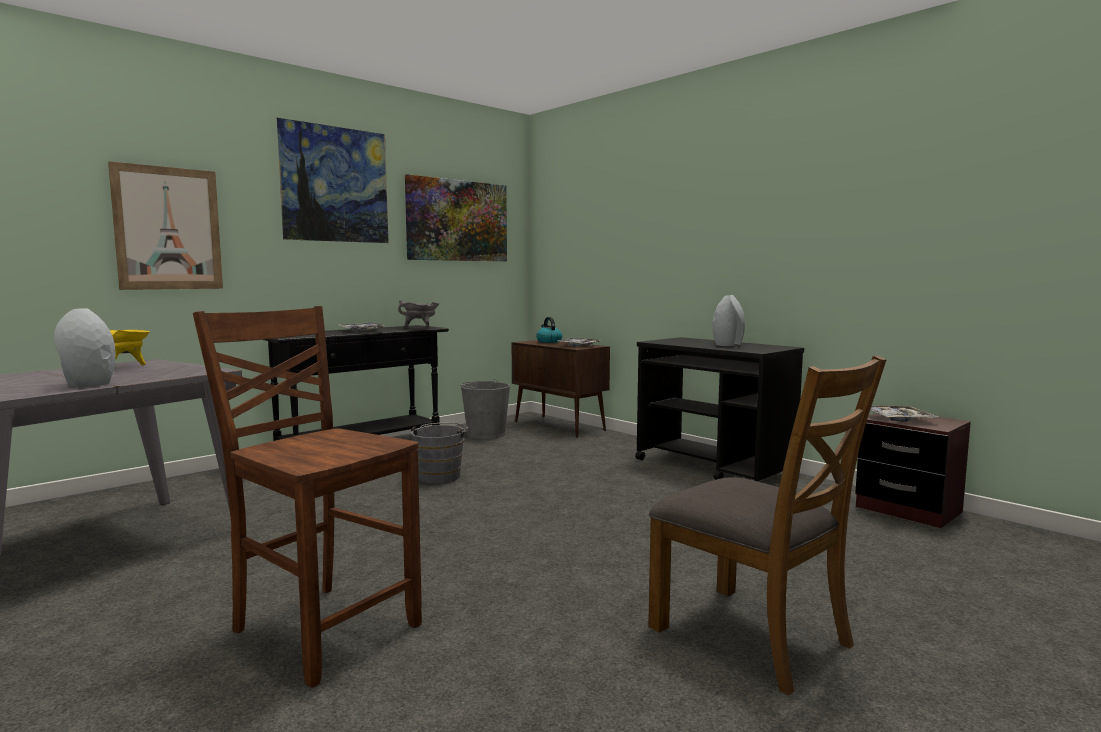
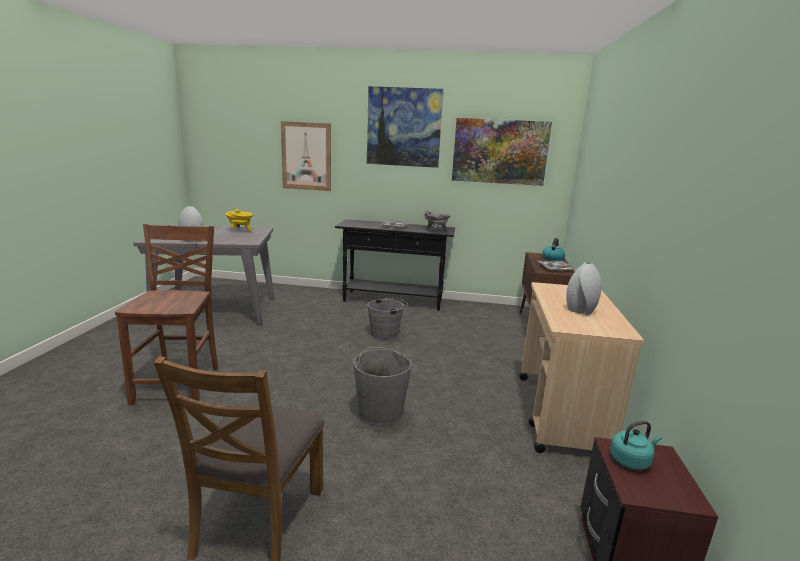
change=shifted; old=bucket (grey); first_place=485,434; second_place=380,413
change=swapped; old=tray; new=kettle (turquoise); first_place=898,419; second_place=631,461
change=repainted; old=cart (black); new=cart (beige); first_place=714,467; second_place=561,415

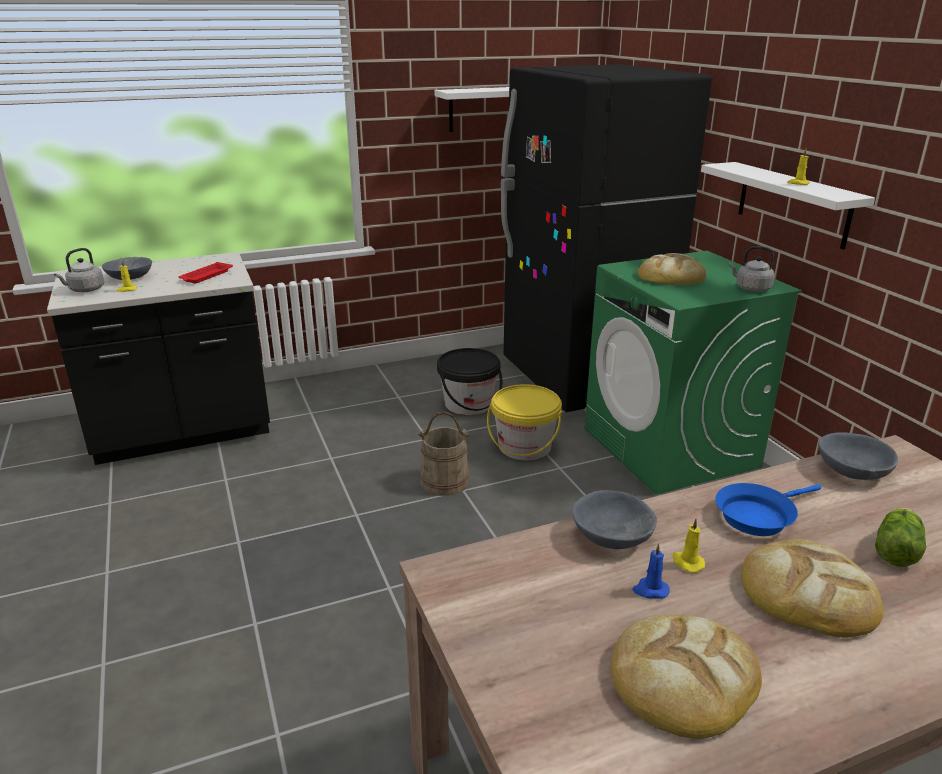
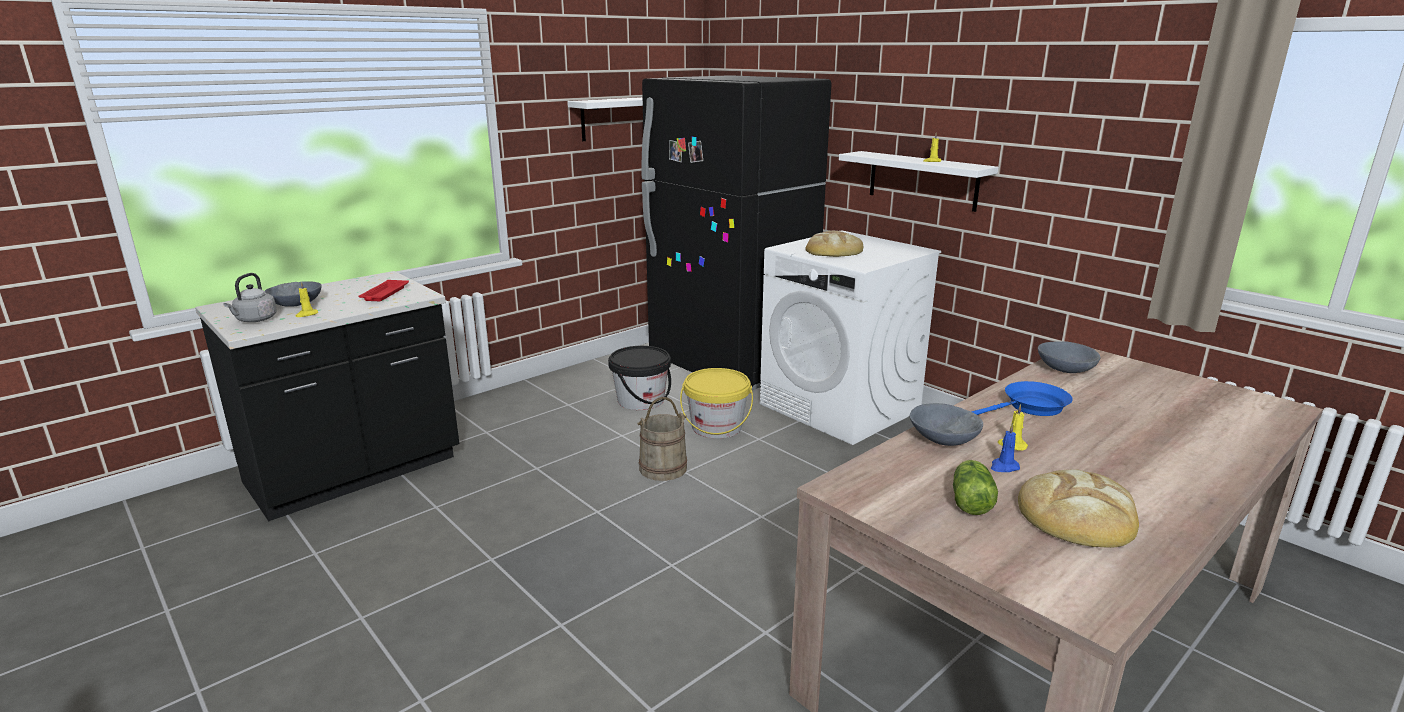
change=gone; old=kettle (grey); first_place=750,289
change=gone; old=bread; first_place=807,593
change=shifted; old=lettuce; first_place=896,549; second_place=970,500
change=repainted; old=washing machine (green); new=washing machine (white); first_place=670,448; second_place=840,407
change=rotated; old=frying pan (blue); first_place=758,515; second_place=1031,407; degrees=-150

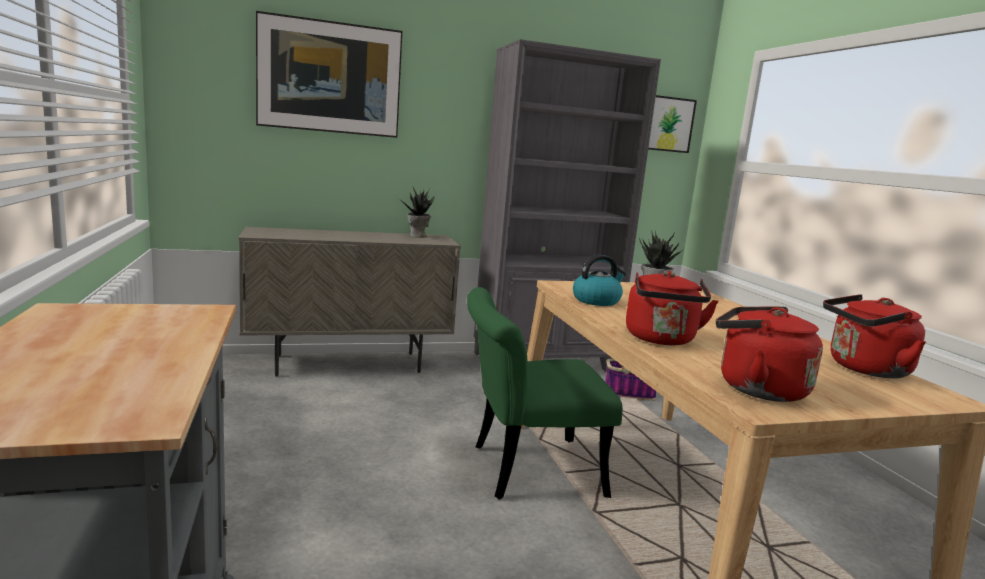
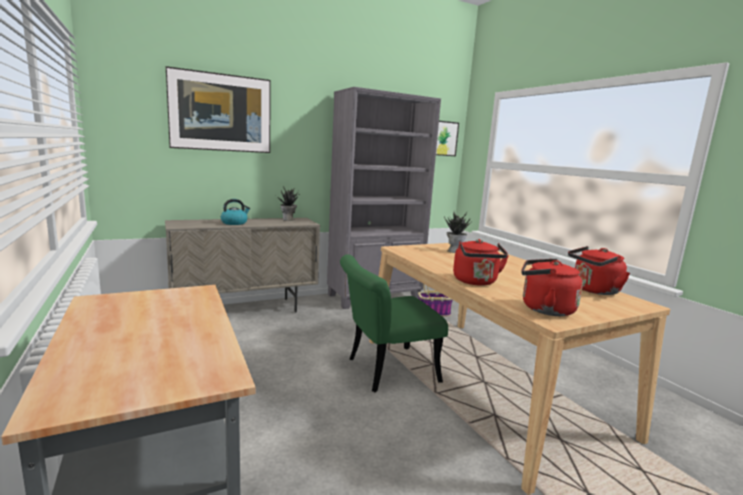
change=shifted; old=kettle; first_place=596,300; second_place=234,223

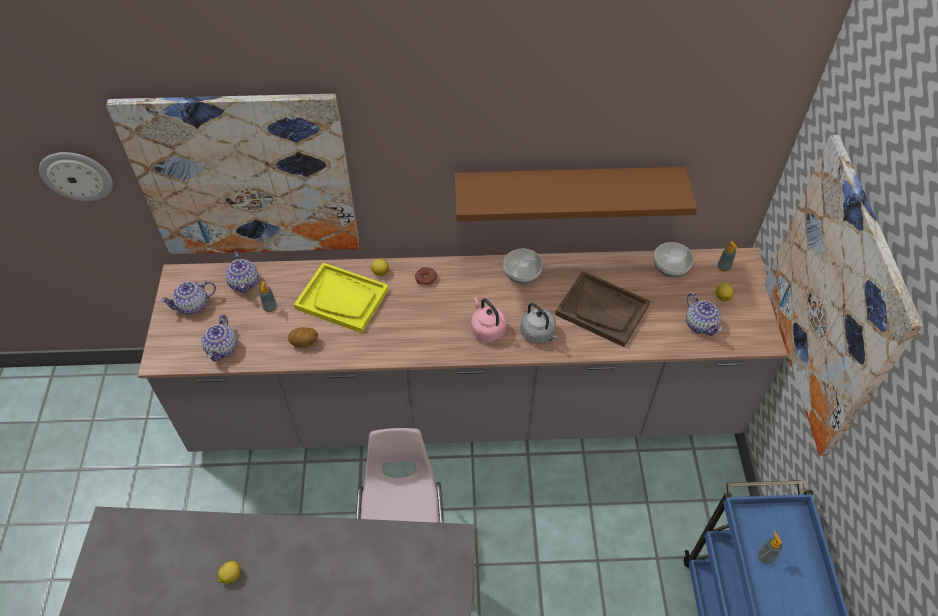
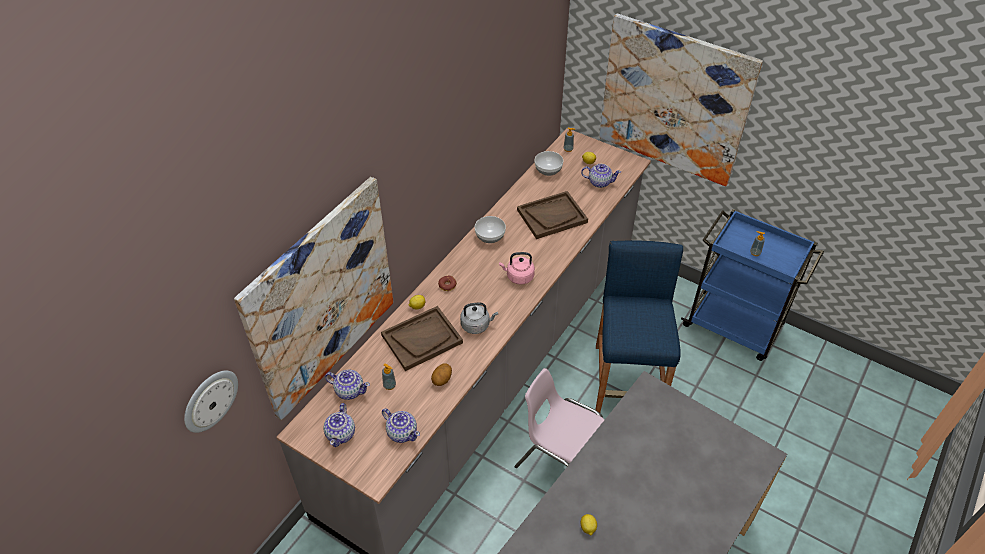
change=gone; old=shelf (brown); first_place=568,188
change=new; new=stool (blue); second_place=627,379
change=shifted; old=kettle (grey); first_place=539,334; second_place=477,325
change=repainted; old=tray (yellow); new=tray (brown); first_place=342,299; second_place=422,339

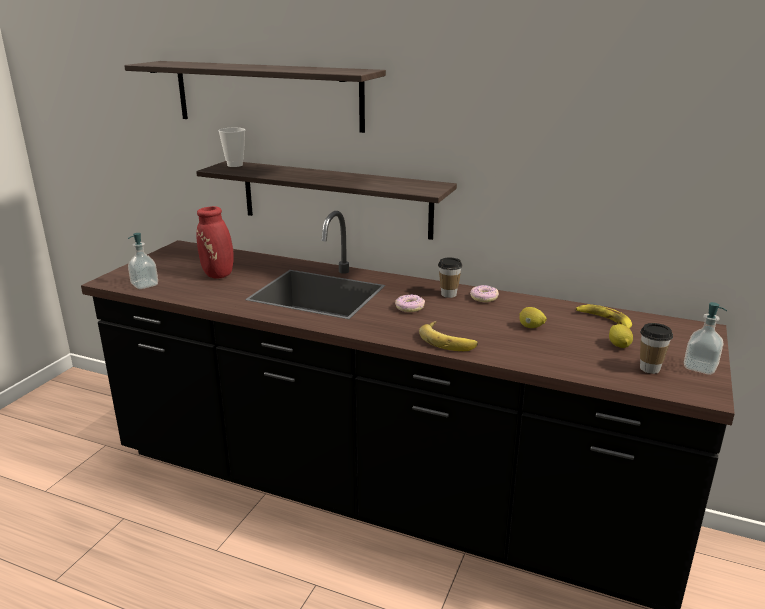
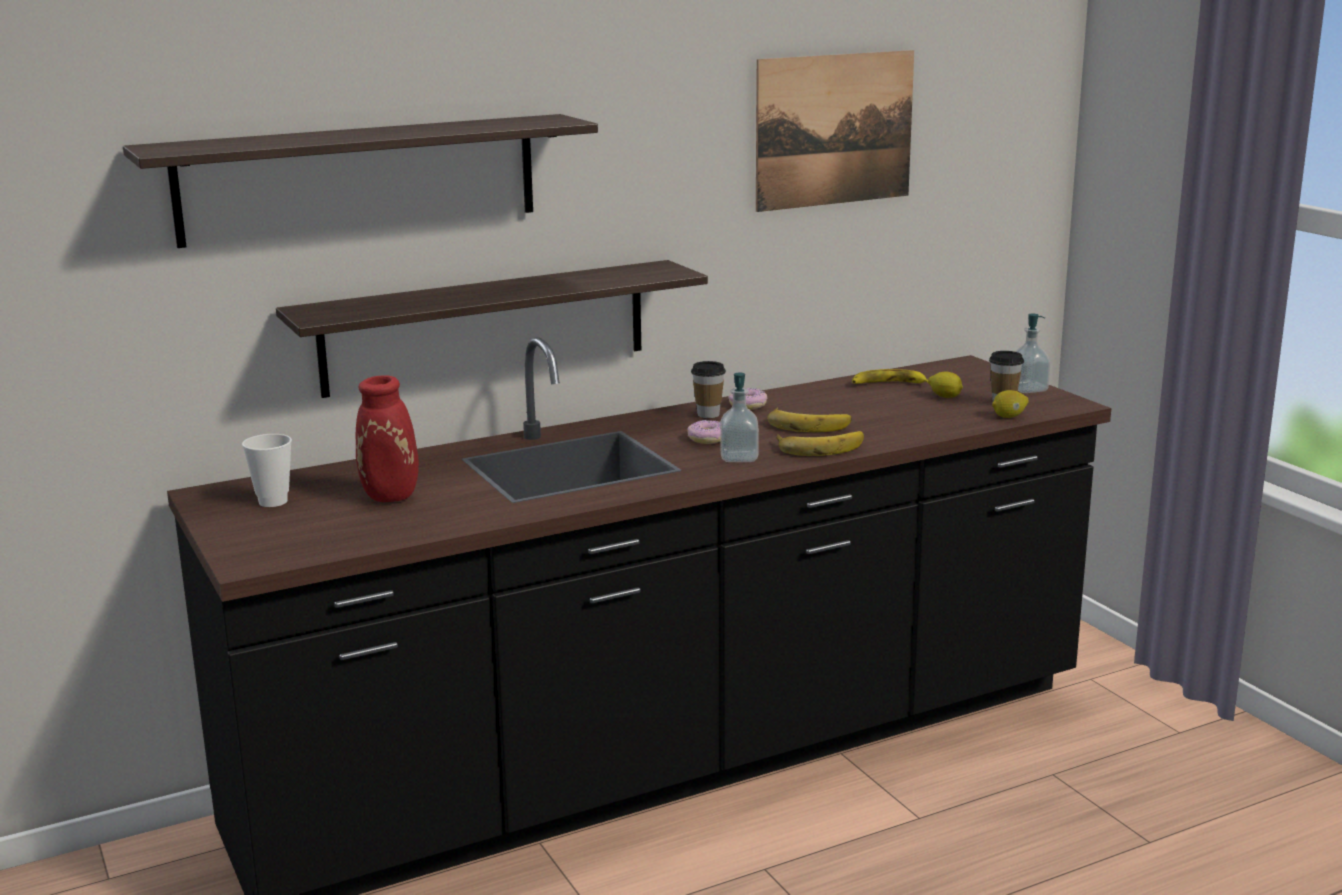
change=new; new=picture; second_place=834,130
change=new; new=banana; second_place=808,424
change=shifted; old=soap dispenser; first_place=145,285; second_place=739,458
change=shifted; old=cup; first_place=235,165; second_place=273,502
change=shifted; old=lemon; first_place=531,327; second_place=1009,417

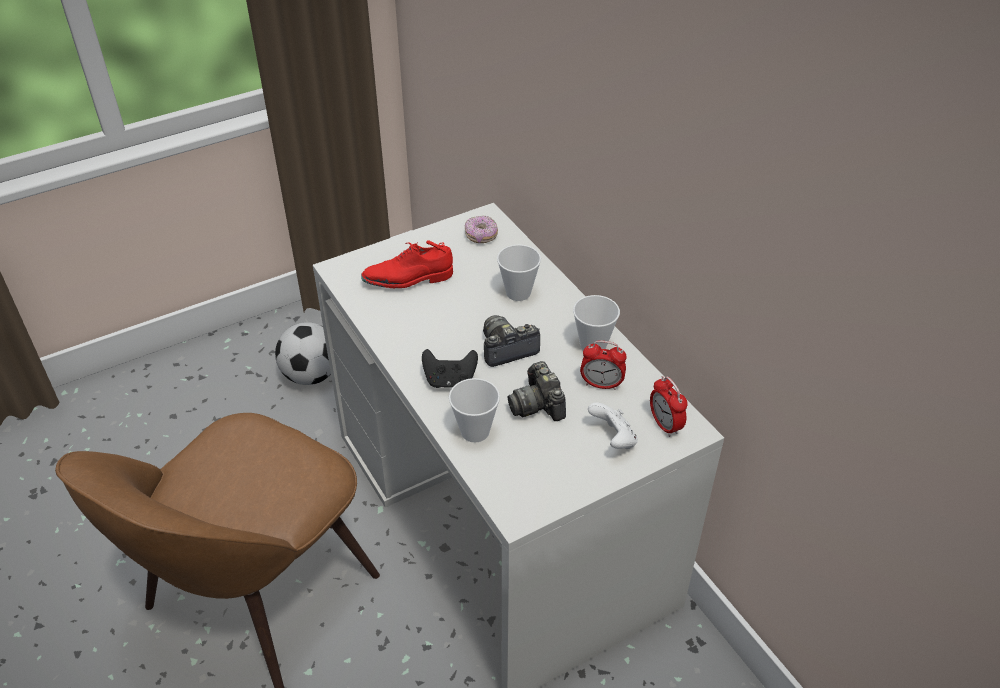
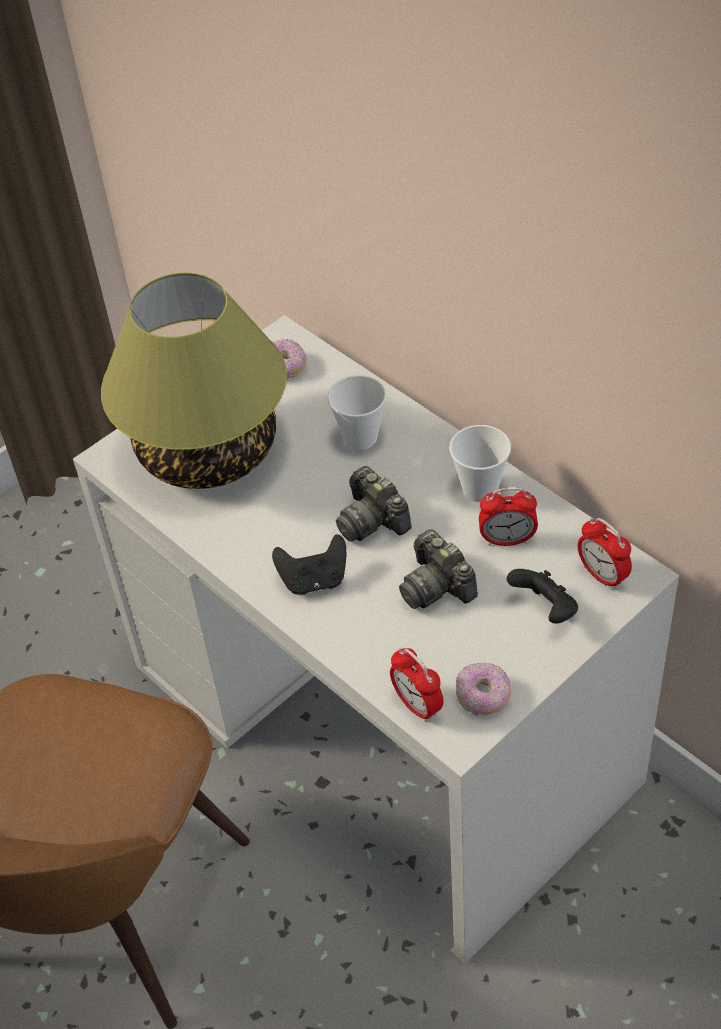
change=gone; old=football; first_place=311,375
change=gone; old=cup; first_place=475,431
change=new; new=alarm clock; second_place=417,705
change=new; new=donut; second_place=483,696
change=swapped; old=shoe (red); new=table lamp; first_place=408,279; second_place=209,451
change=repainted; old=game controller (white); new=game controller (black); first_place=613,439; second_place=545,609
change=rotated; old=photo camera; first_place=507,349; second_place=372,520; degrees=-90

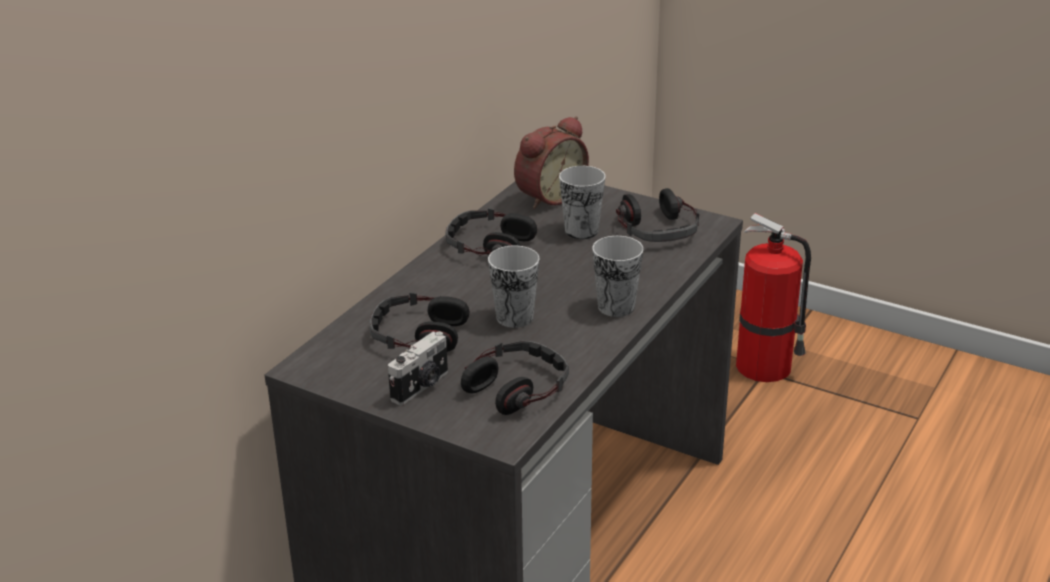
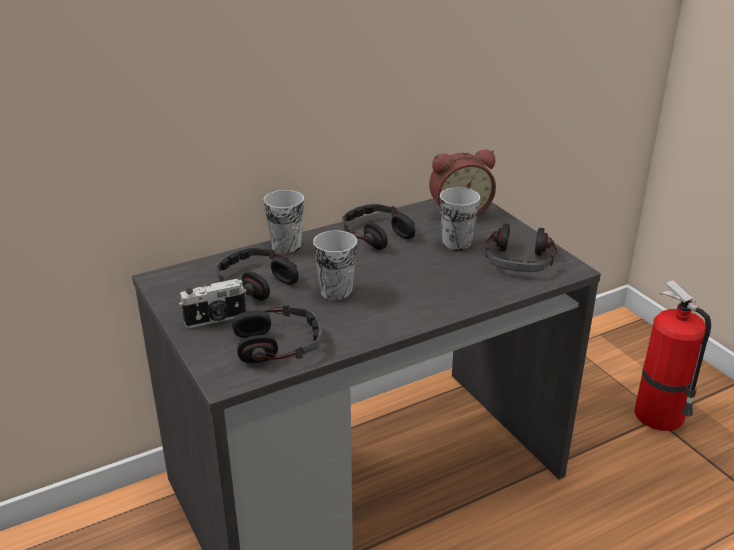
change=shifted; old=cup; first_place=616,307; second_place=286,246

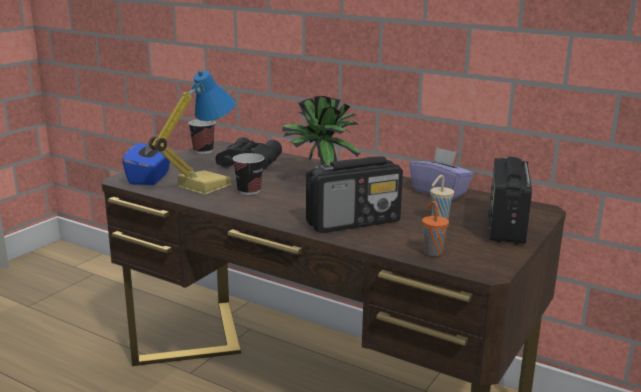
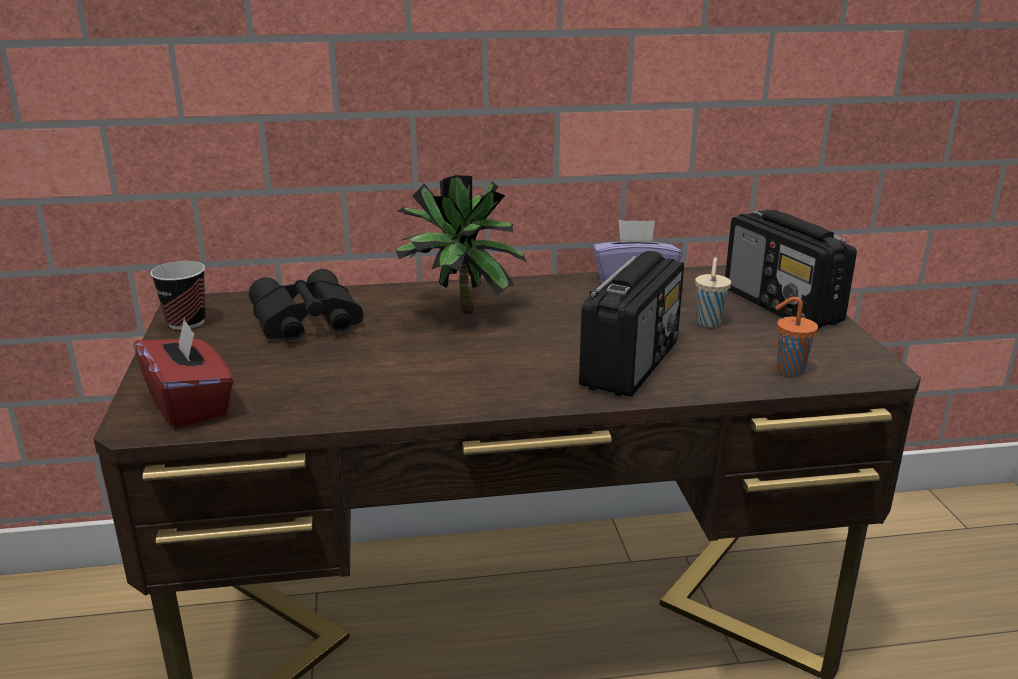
change=gone; old=table lamp; first_place=202,185
change=gone; old=cup; first_place=249,191
change=repainted; old=tissue box (blue); new=tissue box (red); first_place=150,178; second_place=190,404

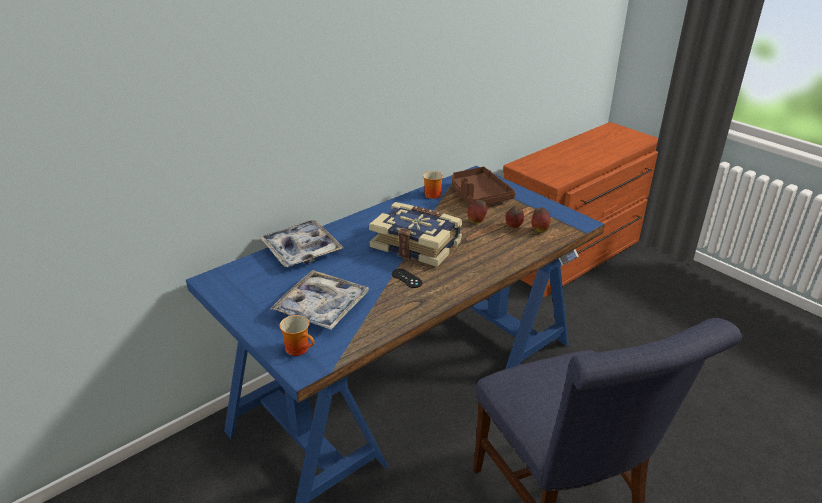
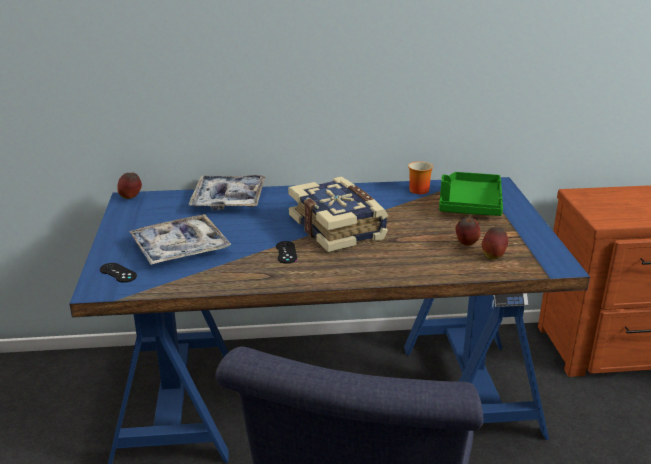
change=shifted; old=apple; first_place=477,222; second_place=131,198
change=swapped; old=mug; new=game controller (black); first_place=300,348; second_place=118,273
change=repainted; old=tray (brown); new=tray (green); first_place=478,195; second_place=469,204

